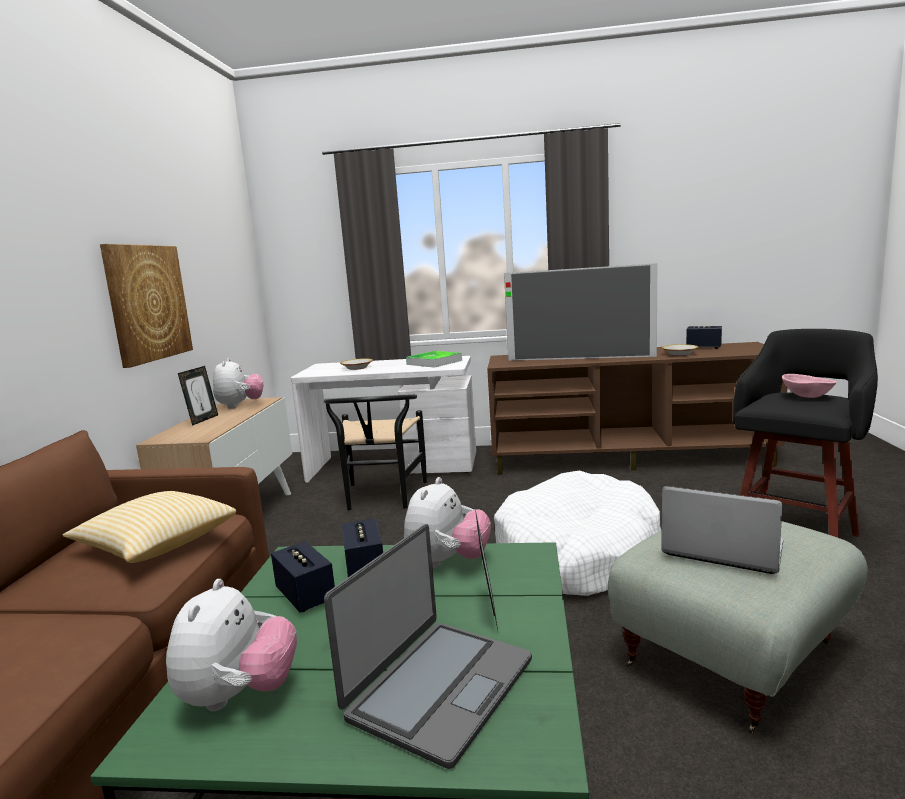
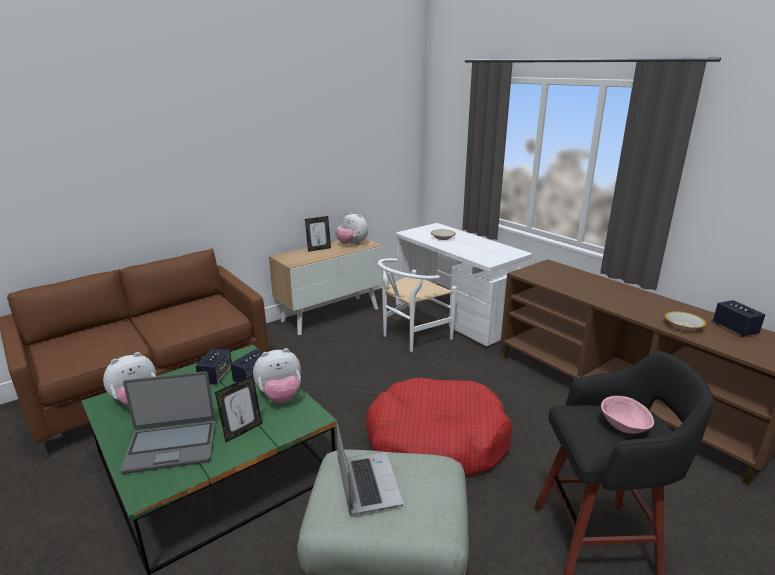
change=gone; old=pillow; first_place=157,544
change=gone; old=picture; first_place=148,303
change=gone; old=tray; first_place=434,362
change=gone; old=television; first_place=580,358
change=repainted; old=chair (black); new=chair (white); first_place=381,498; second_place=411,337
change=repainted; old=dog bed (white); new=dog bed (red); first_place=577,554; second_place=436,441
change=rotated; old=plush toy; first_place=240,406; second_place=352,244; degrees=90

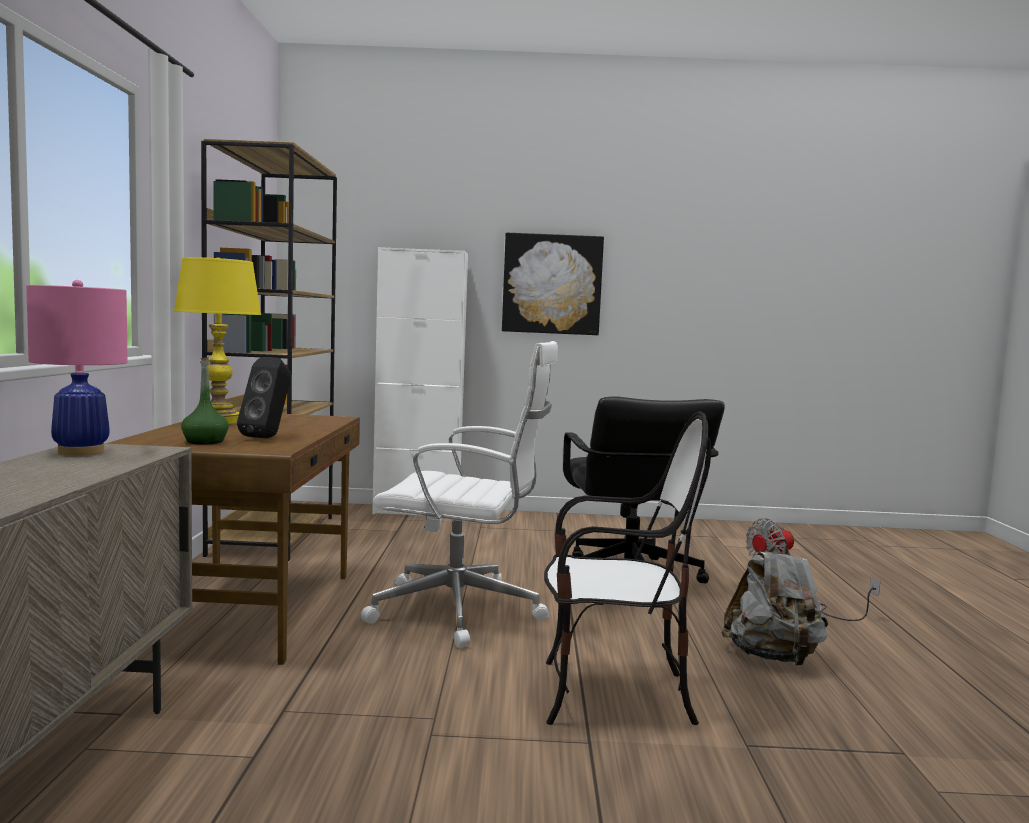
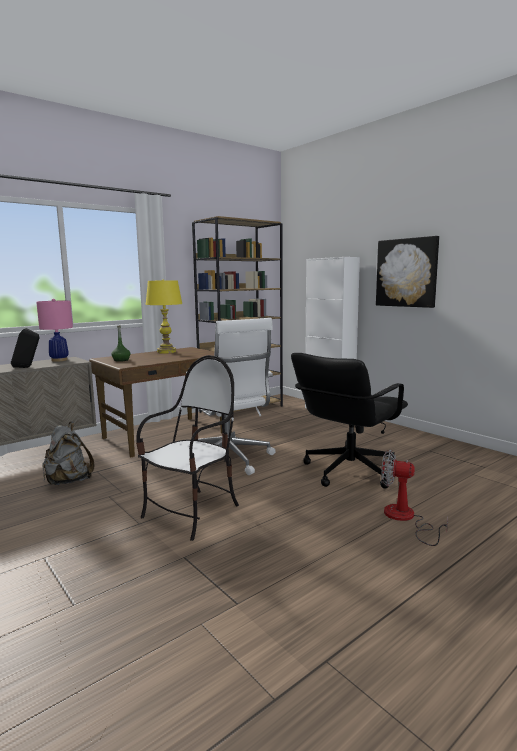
change=shifted; old=speaker (black); first_place=268,437; second_place=27,367
change=shifted; old=backpack (grey); first_place=773,658; second_place=68,481
change=rotated; old=chair; first_place=613,695; second_place=192,513; degrees=-105

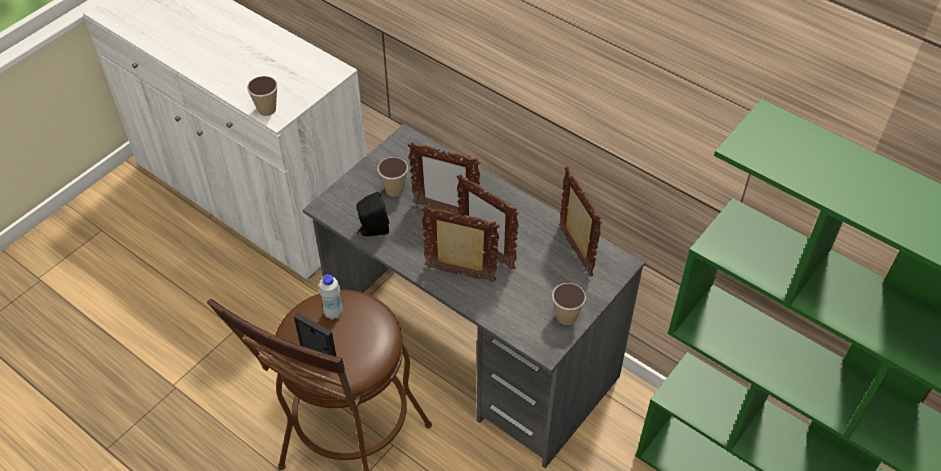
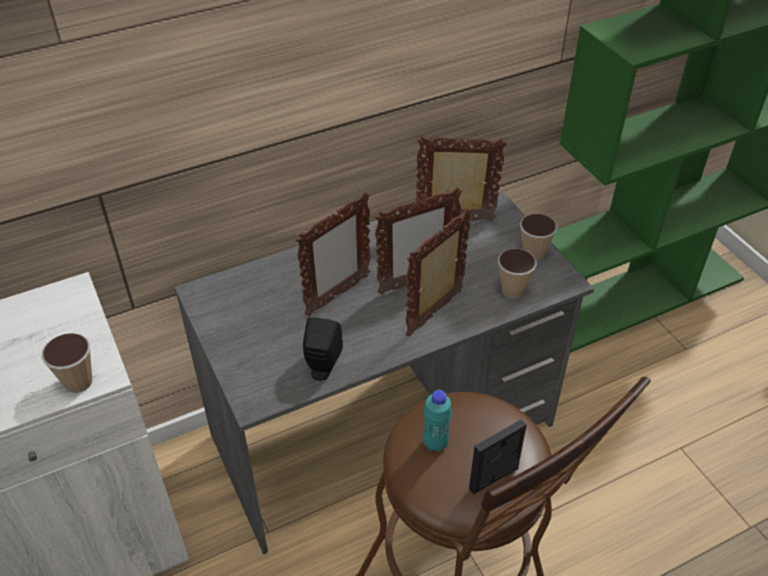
change=shifted; old=cup; first_place=394,190; second_place=512,290
change=repainted; old=bottle (white); new=bottle (turquoise); first_place=333,313; second_place=435,443

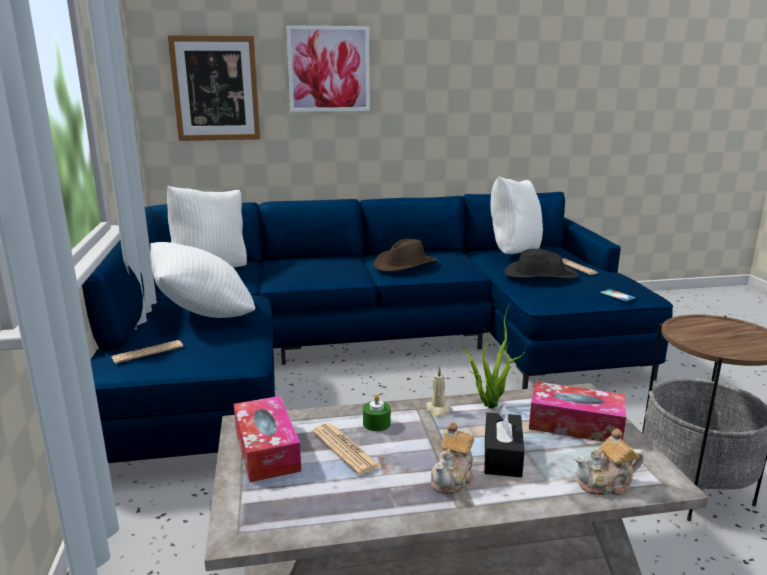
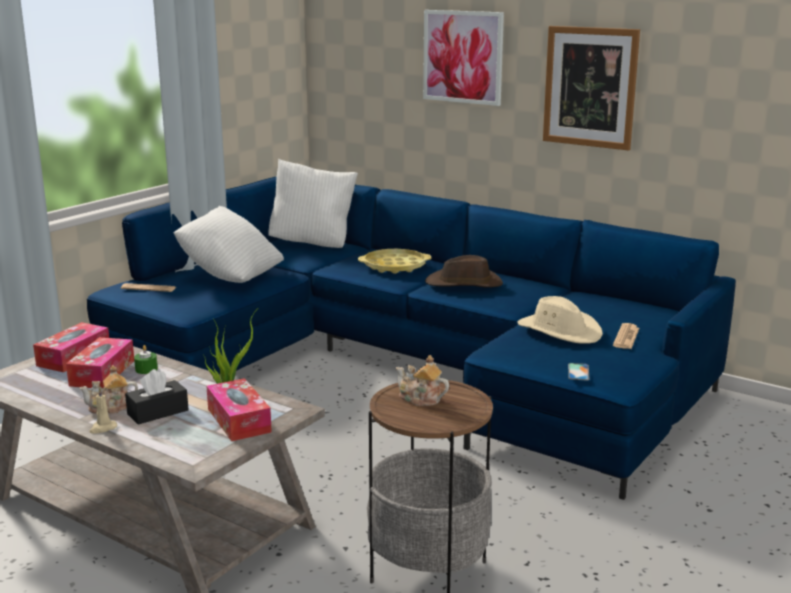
change=gone; old=pillow (white); first_place=513,253
change=new; new=tray (yellow); second_place=394,266
change=shifted; old=picture; first_place=215,89; second_place=590,87
change=shifted; old=candle (beige); first_place=438,410; second_place=102,428
change=shifted; old=teapot; first_place=606,484; second_place=420,399
change=swapped; old=newspaper; new=tissue box; first_place=345,449; second_place=102,373
change=repainted; old=hat (black); new=hat (beige); first_place=540,275; second_place=559,331

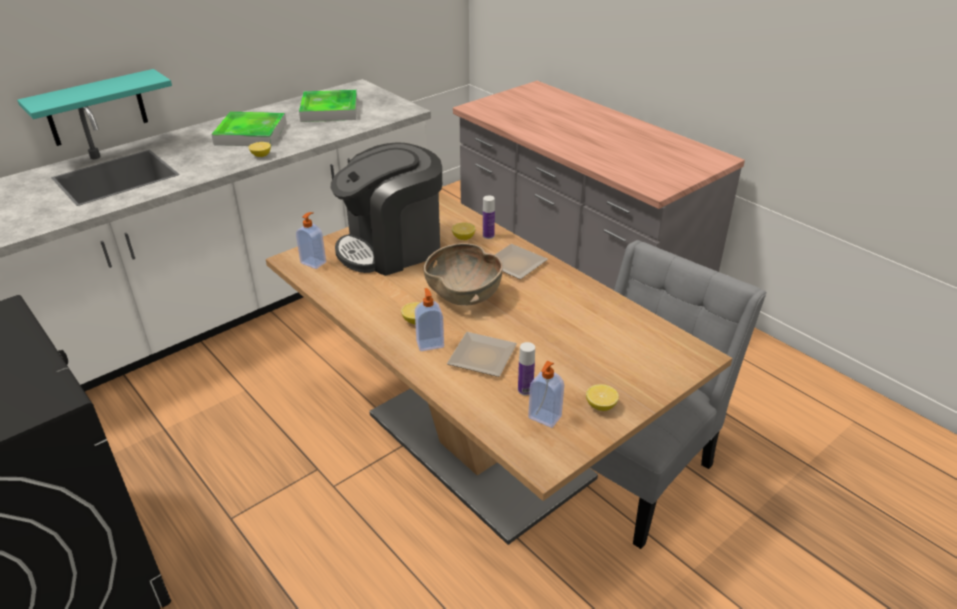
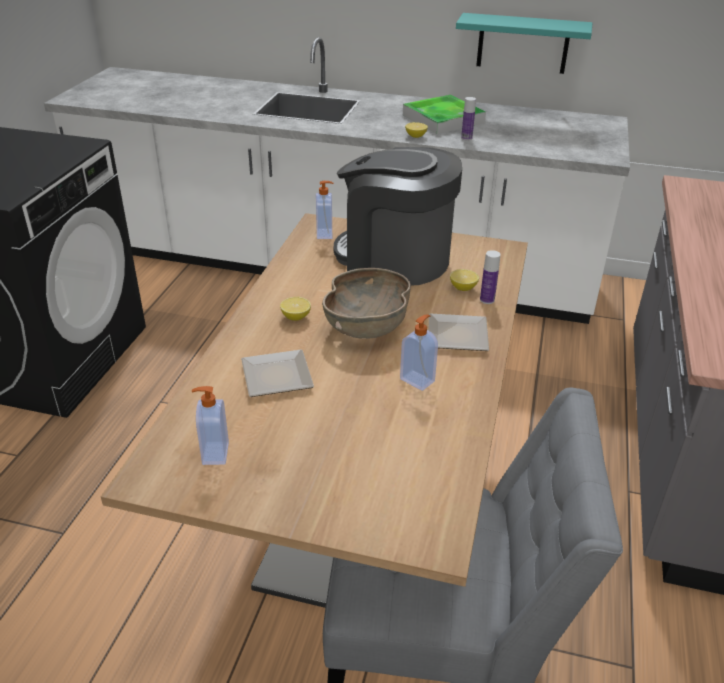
change=gone; old=tray; first_place=329,110
change=gone; old=lemon; first_place=601,406
change=shifted; old=shelf (turquoise); first_place=96,108; second_place=523,43
change=shifted; old=soap dispenser; first_place=430,343; second_place=418,380
change=shifted; old=bottle; first_place=525,390; second_place=466,138

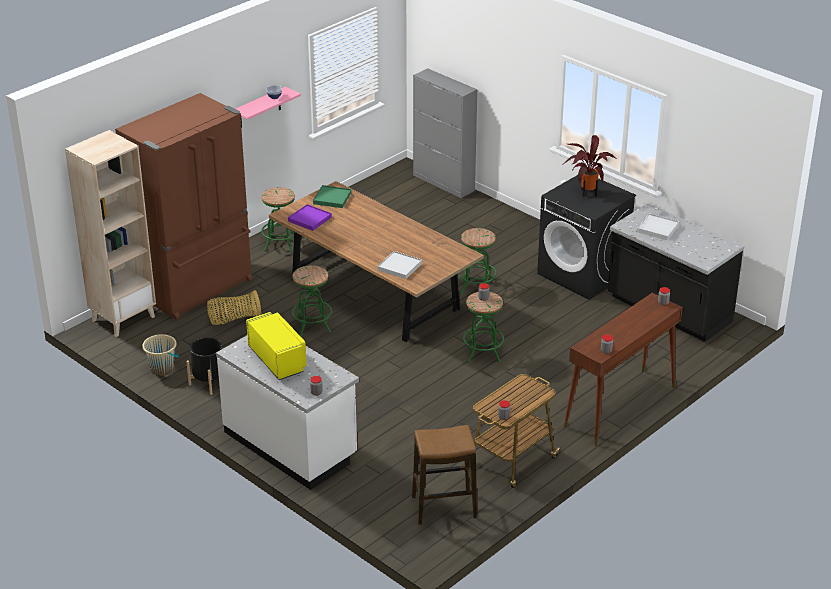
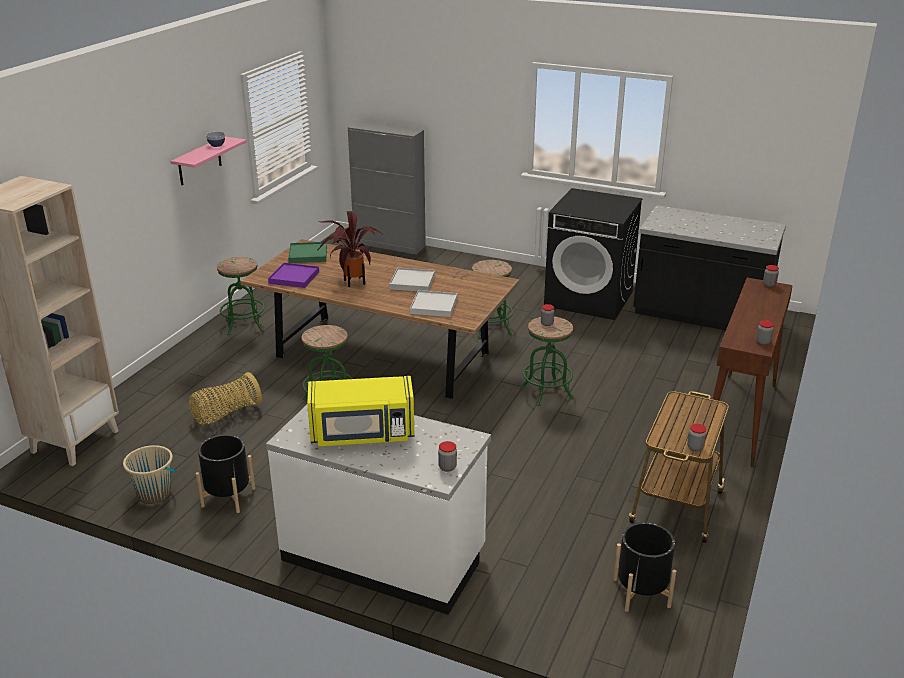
change=gone; old=fridge (brown); first_place=197,288
change=shifted; old=potted plant; first_place=586,192; second_place=351,282
change=shifted; old=tray (white); first_place=658,228; second_place=412,282
change=swapped; old=stool; new=planter (black); first_place=443,507; second_place=641,592
change=rotated; old=microwave (yellow); first_place=278,359; second_place=362,434; degrees=135

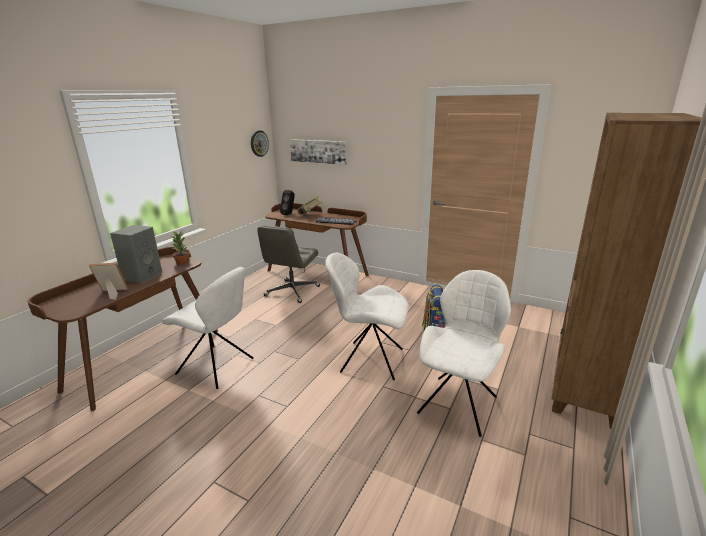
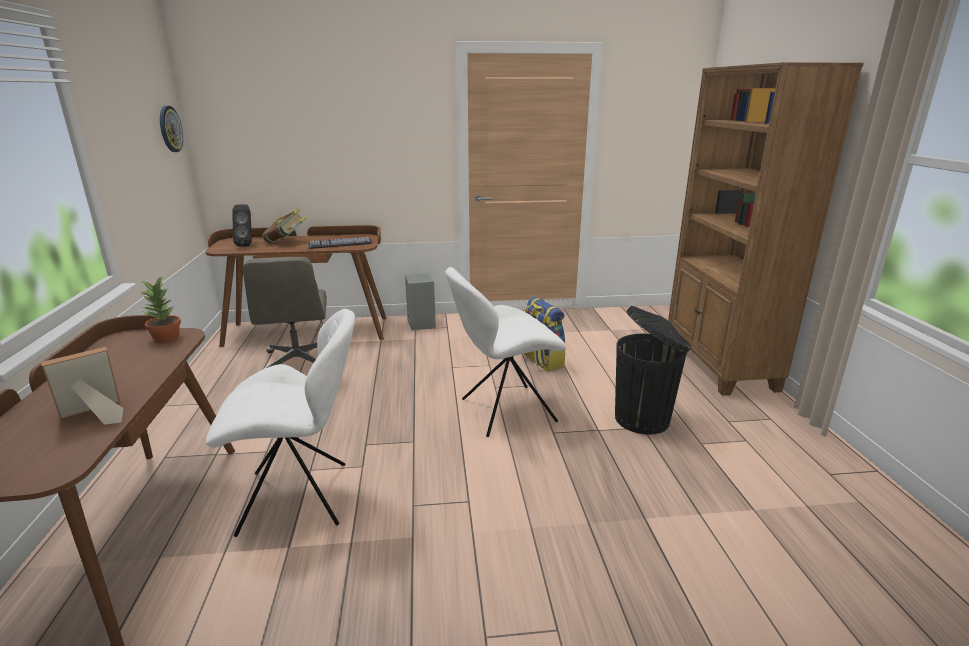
change=gone; old=picture; first_place=318,151
change=shifted; old=speaker (grey); first_place=142,276; second_place=420,323
change=swapped; old=chair (white); new=trash can (black); first_place=458,403; second_place=644,419

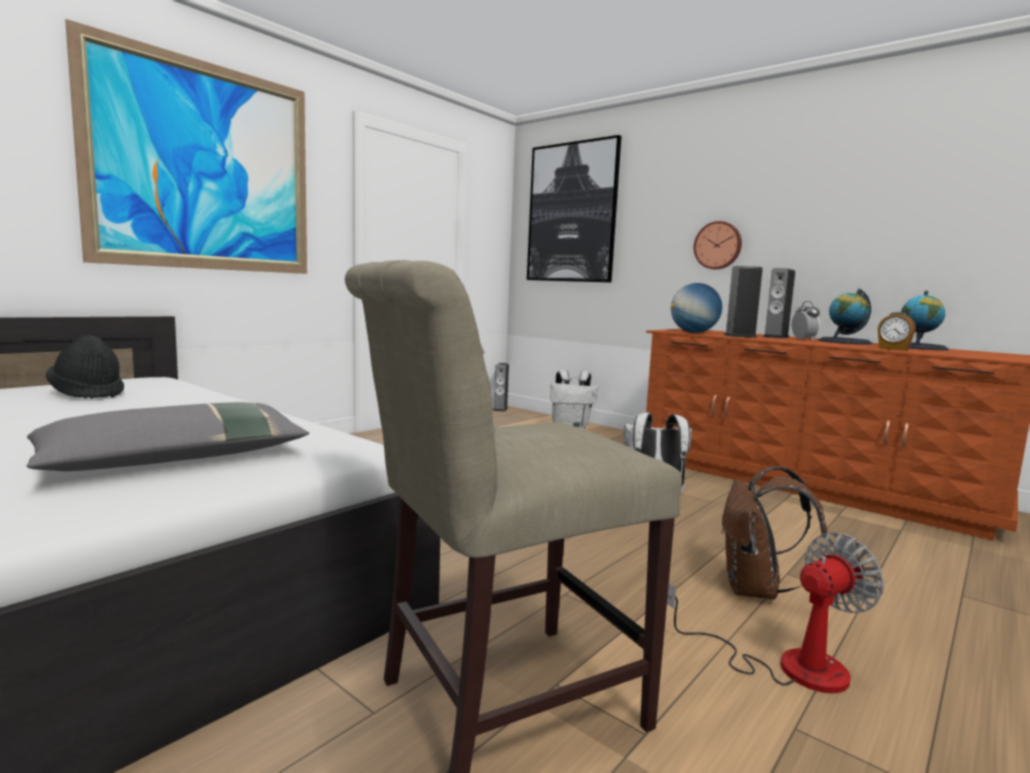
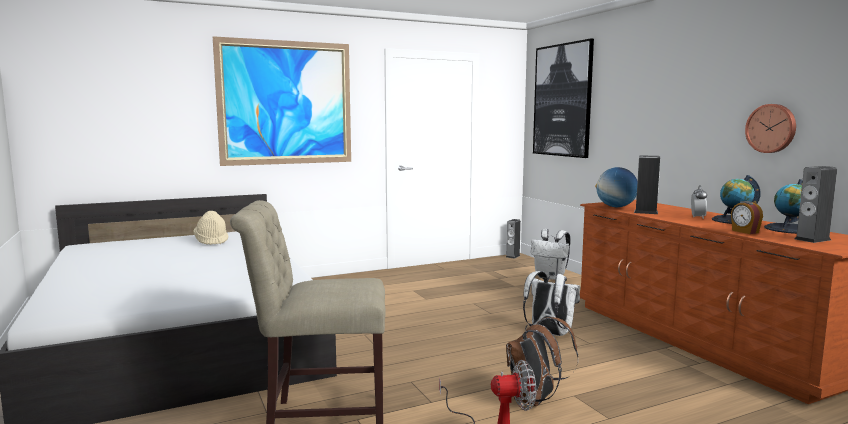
change=gone; old=pillow (grey); first_place=177,459
change=shifted; old=wall clock; first_place=718,245; second_place=771,128
change=shifted; old=speaker; first_place=776,337; second_place=812,239
change=repainted; old=hat (black); new=hat (beige); first_place=88,393; second_place=211,241

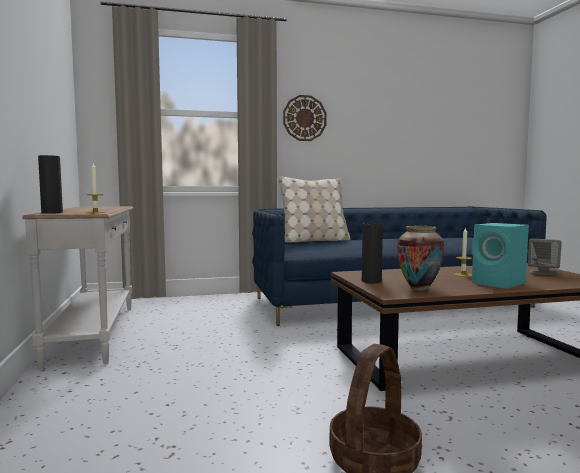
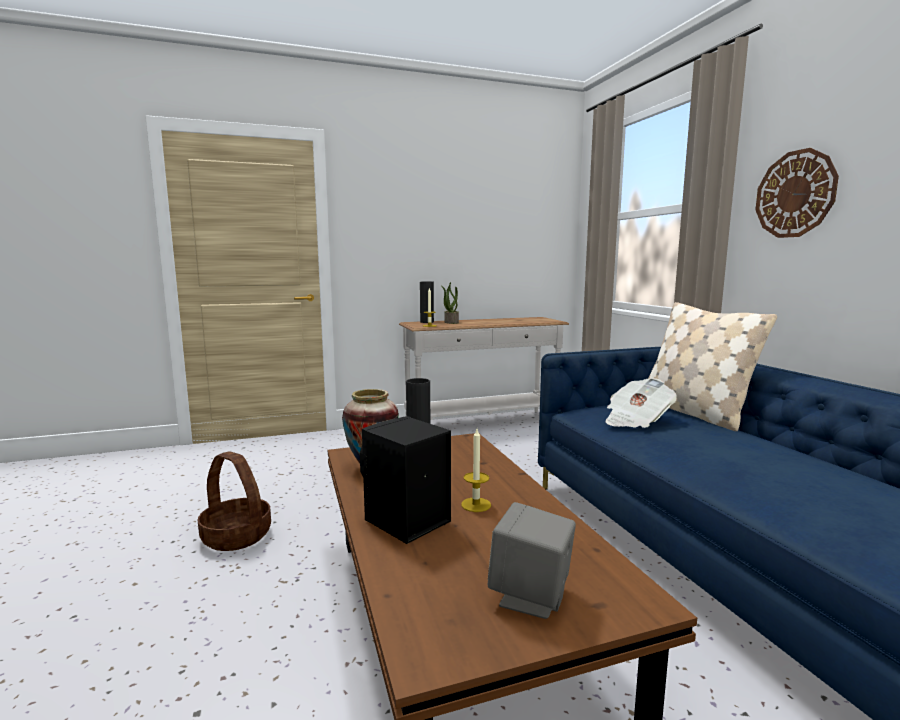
change=new; new=potted plant; second_place=451,322
change=new; new=newspaper; second_place=636,421
change=repainted; old=speaker (turquoise); new=speaker (black); first_place=500,283; second_place=404,522

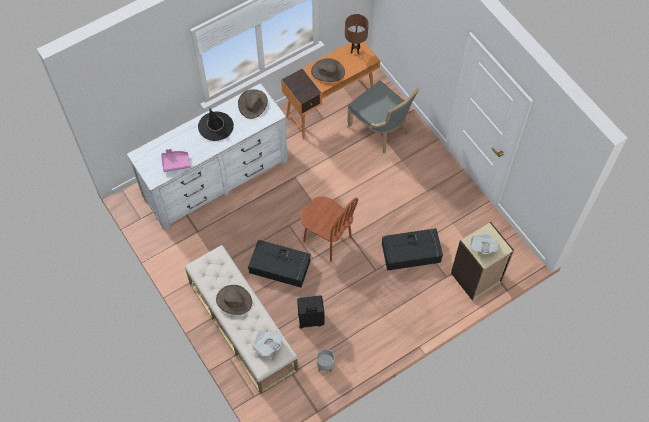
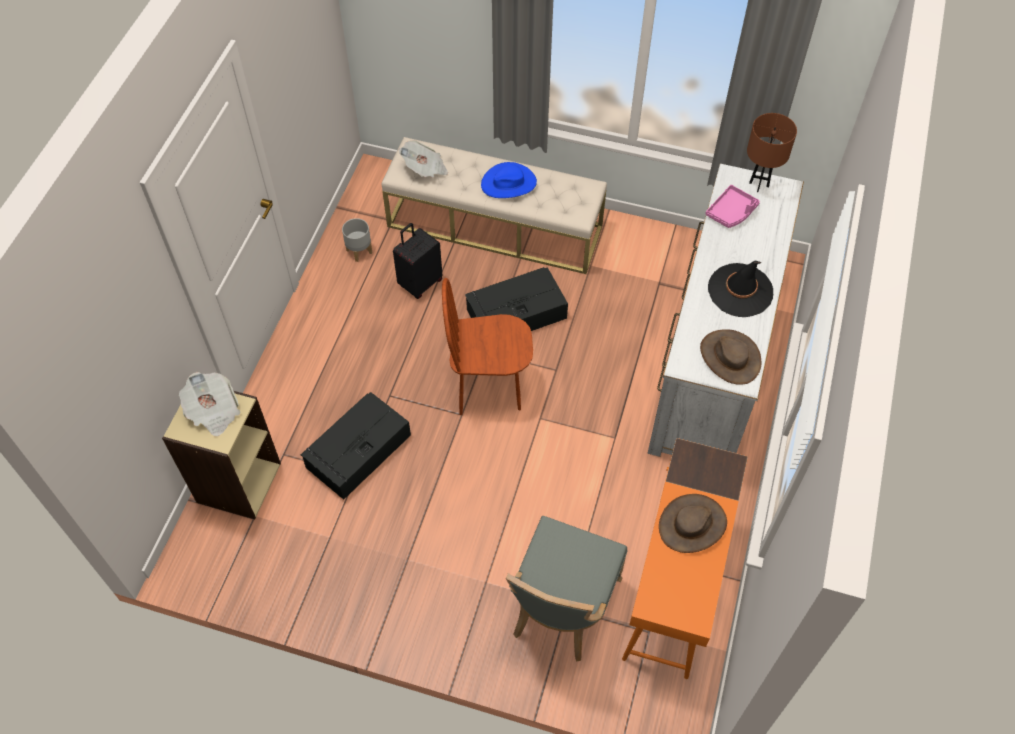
change=shifted; old=table lamp (brown); first_place=355,50; second_place=759,184
change=repainted; old=hat (brown); new=hat (blue); first_place=234,300; second_place=508,183
change=rotated; old=chair (grey); first_place=380,130; second_place=561,609; degrees=-75

